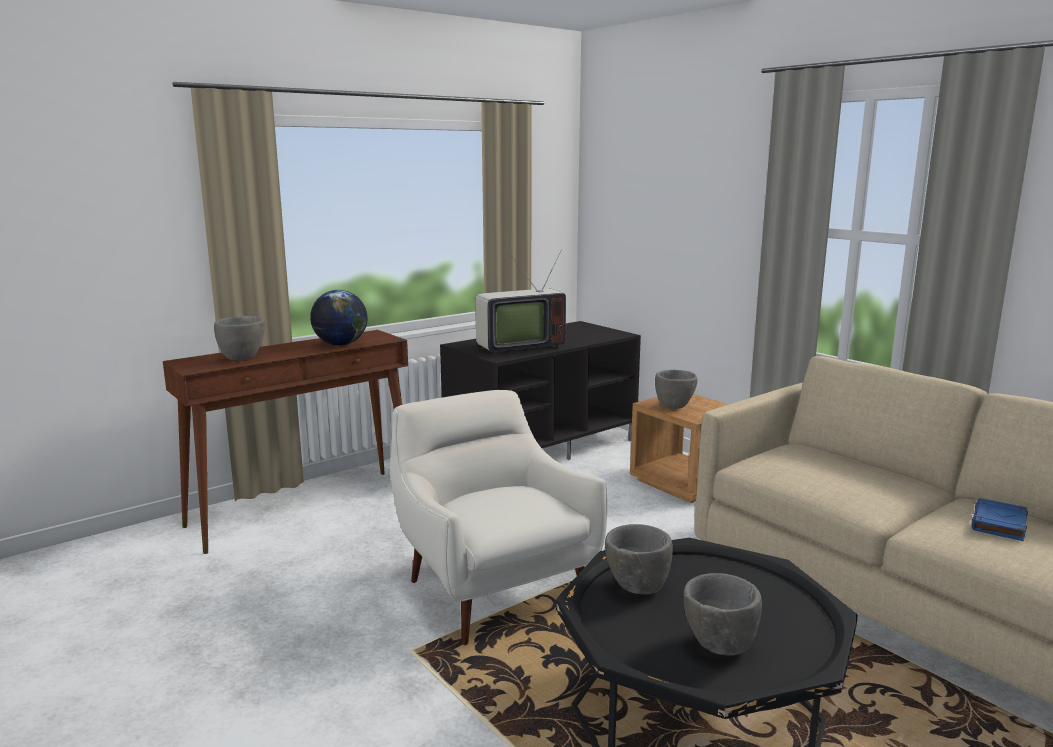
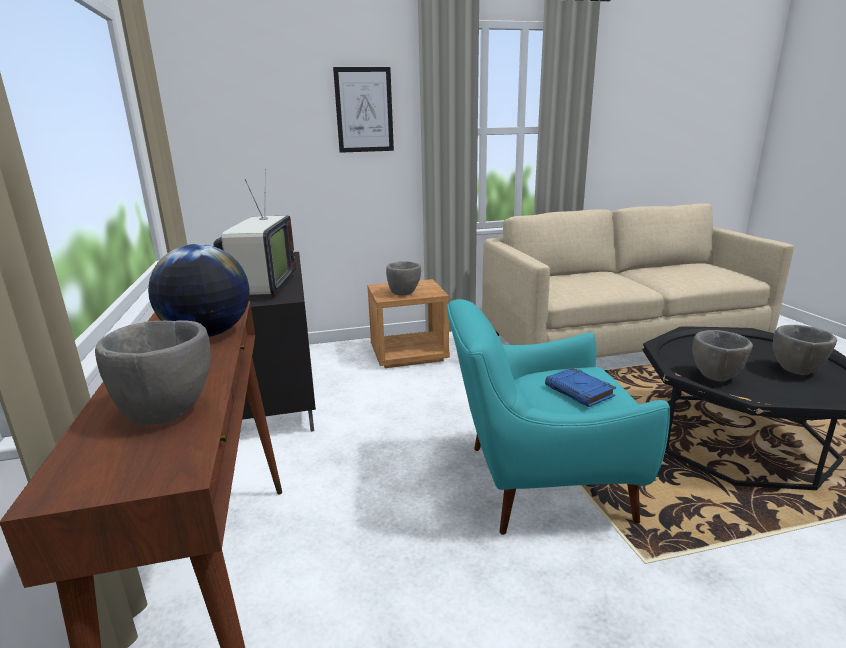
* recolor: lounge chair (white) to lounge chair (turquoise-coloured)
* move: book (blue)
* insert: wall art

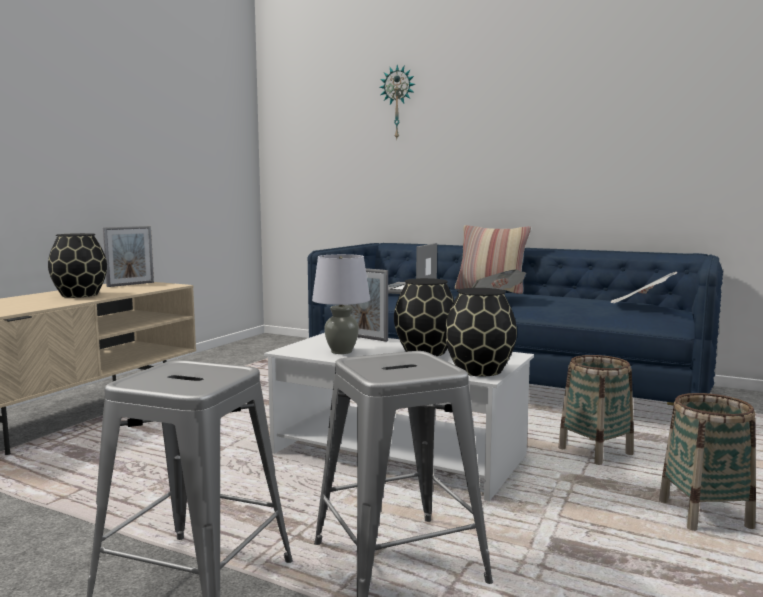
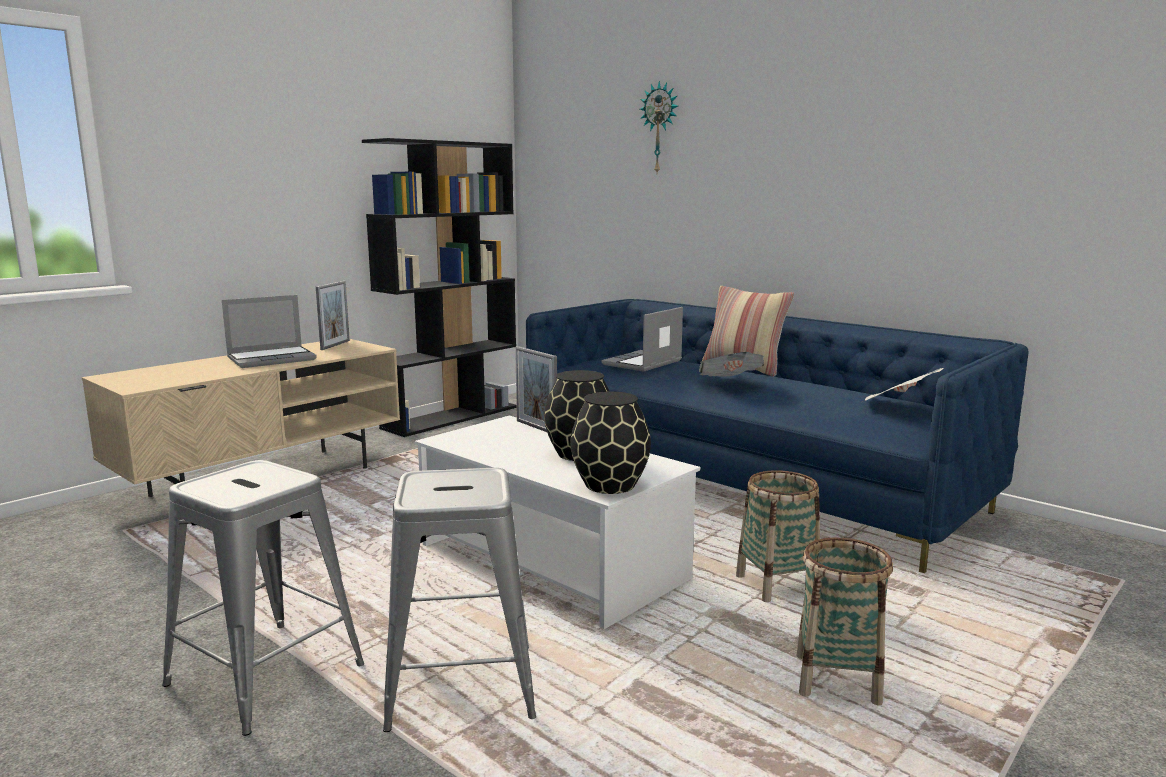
* replace: vase (blackish) (1st from left) to laptop (1st from left)
* rotate: standing frame (1st from left) 45 degrees counterclockwise
* delete: lamp for a table (greyish)
* insert: shelving unit (blackish)

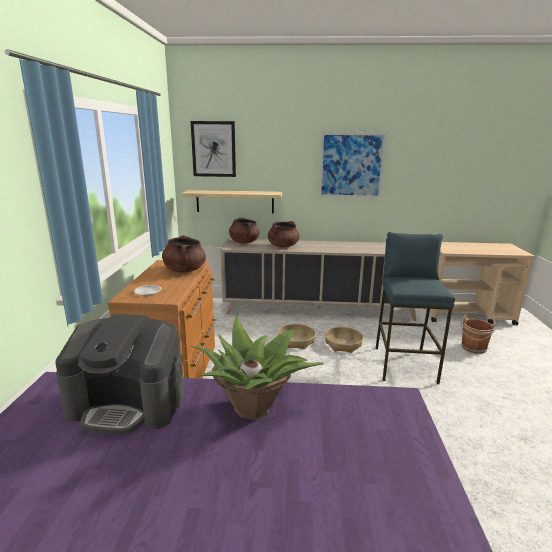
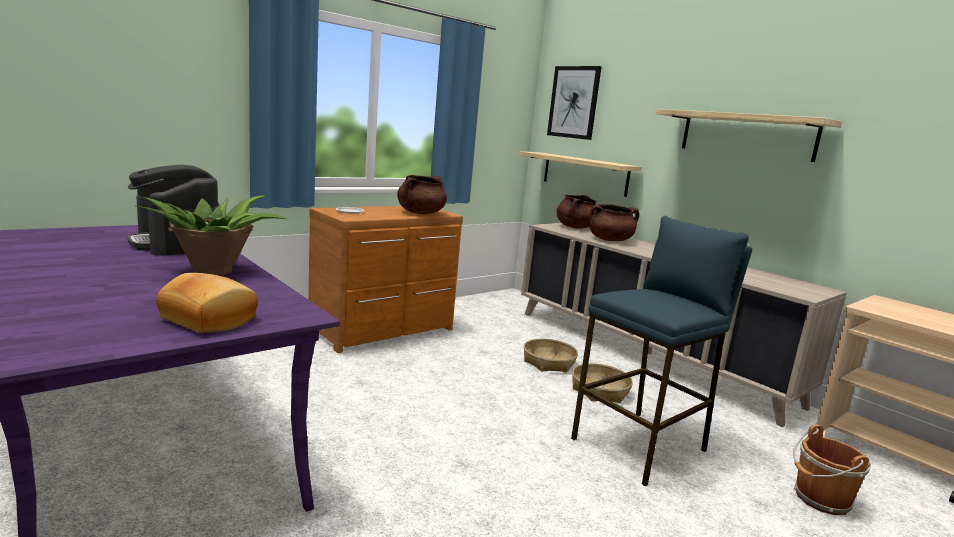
* replace: wall art (2nd from left) to bracket shelf (2nd from left)
* insert: baked bread

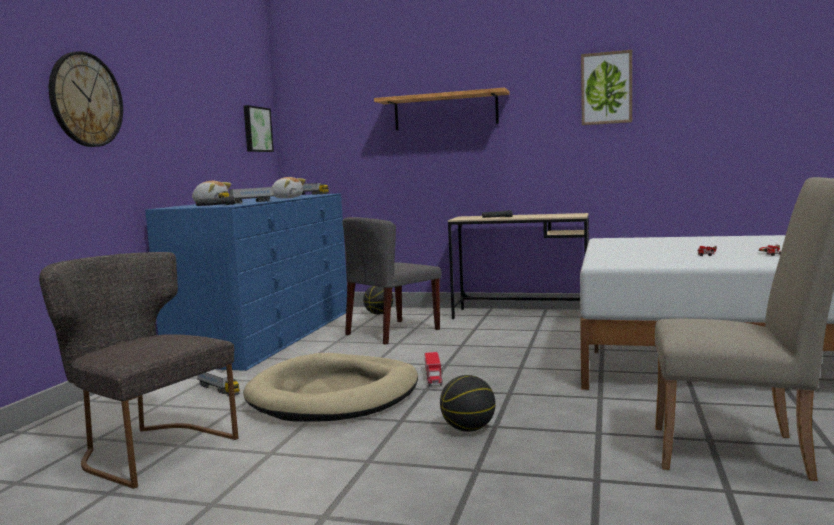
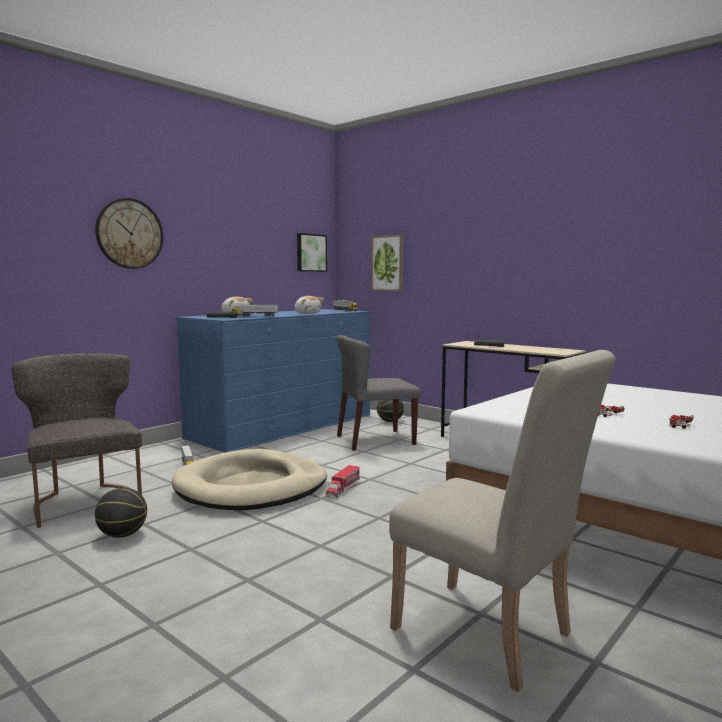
* delete: bracket shelf
* move: basketball ball (2nd from left in the first image) to basketball ball (1st from left)
* move: wall art (2nd from left)

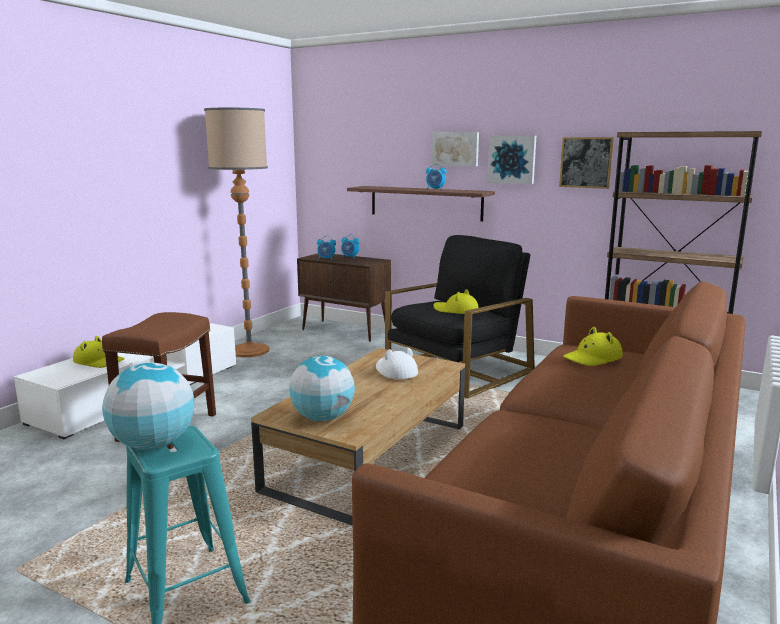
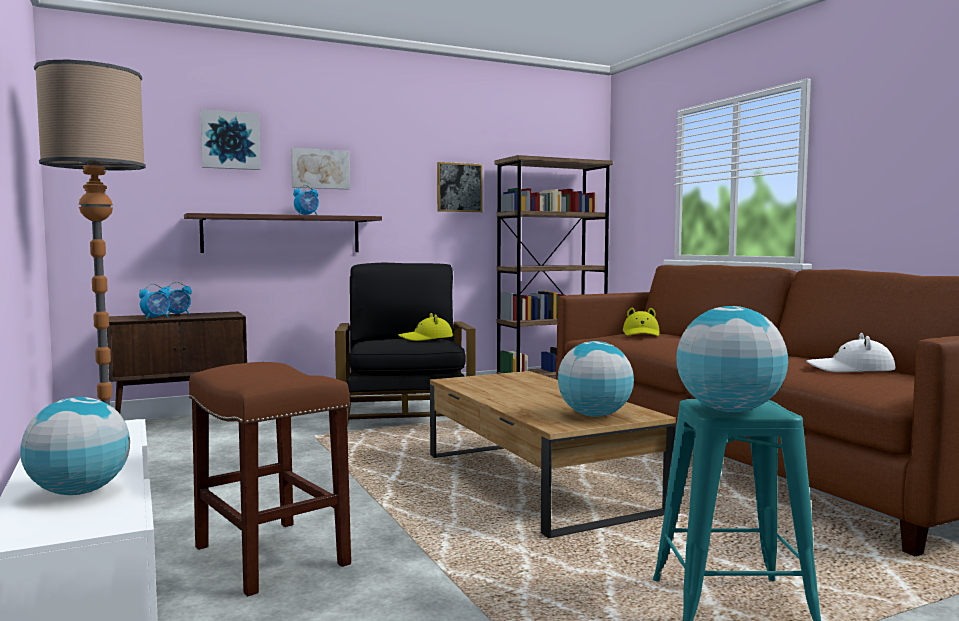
* replace: wearable hat (yellowish) (1st from left) to desk globe (1st from left)
* move: wearable hat (white)
* move: wall art (2nd from left in the first image) to wall art (1st from left)

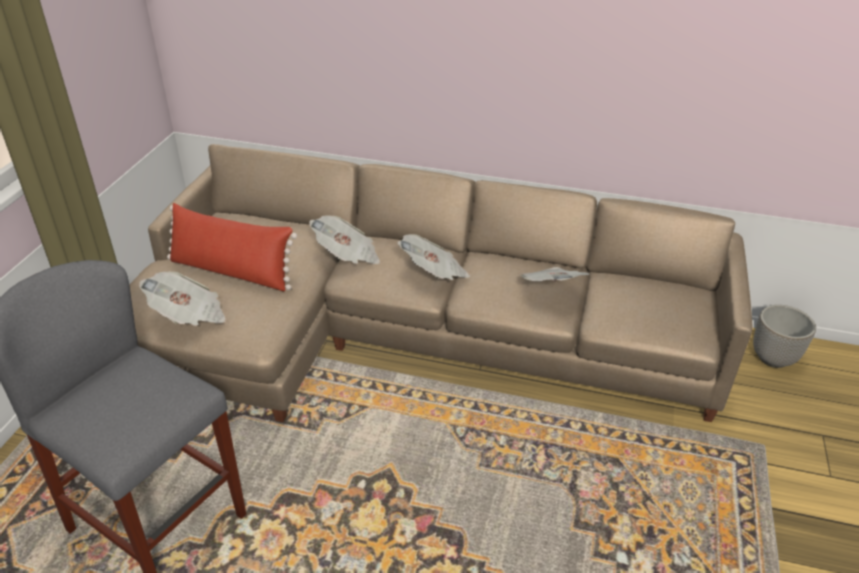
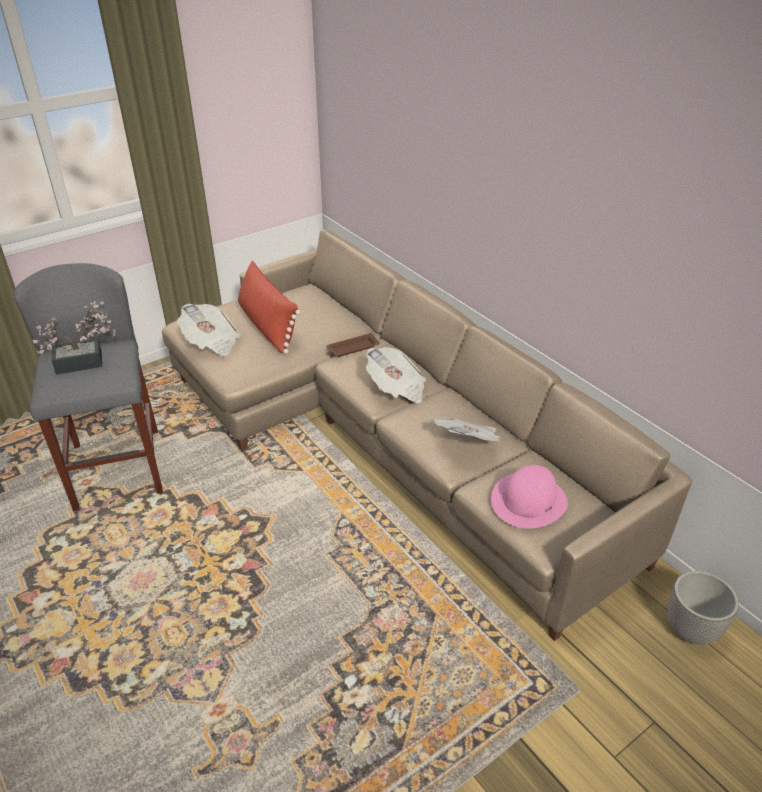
* replace: newspaper (2nd from left) to tray (brown)
* insert: potted plant
* insert: wearable hat (pink-coloured)

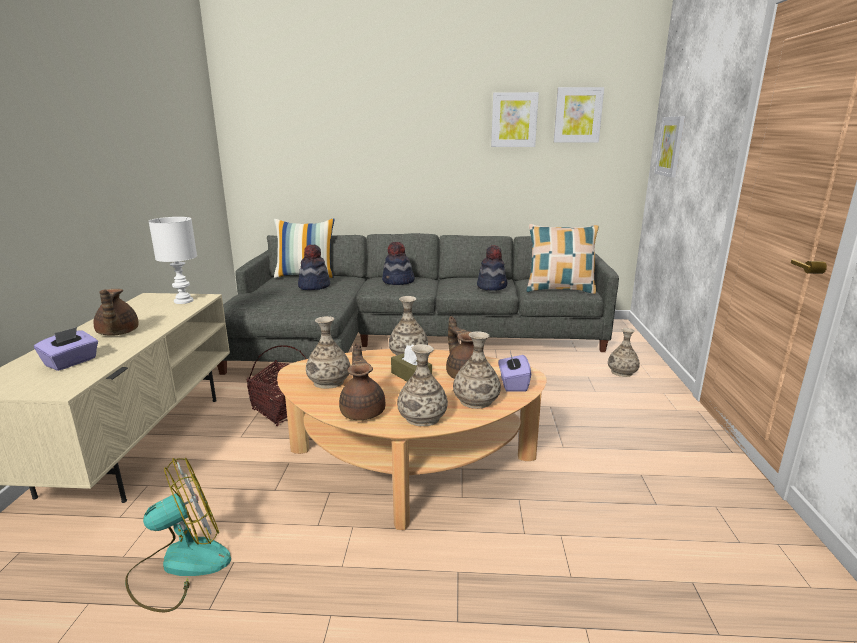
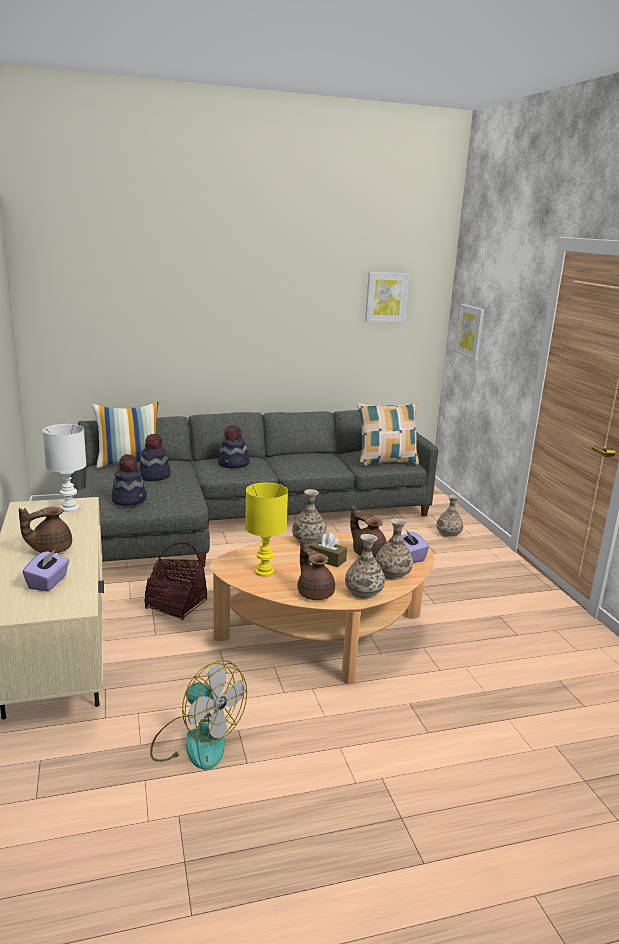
* rotate: teapot (brown) (1st from left) 90 degrees clockwise
* rotate: cooling fan 90 degrees clockwise
* replace: vase (1st from left) to lamp for a table (yellowish)
* move: wearable hat (3rd from left in the first image) to wearable hat (1st from left)
* delete: wall art (1st from left)

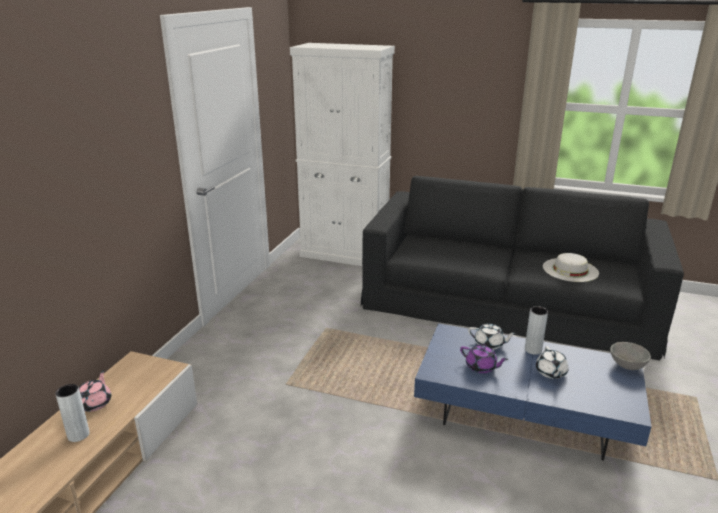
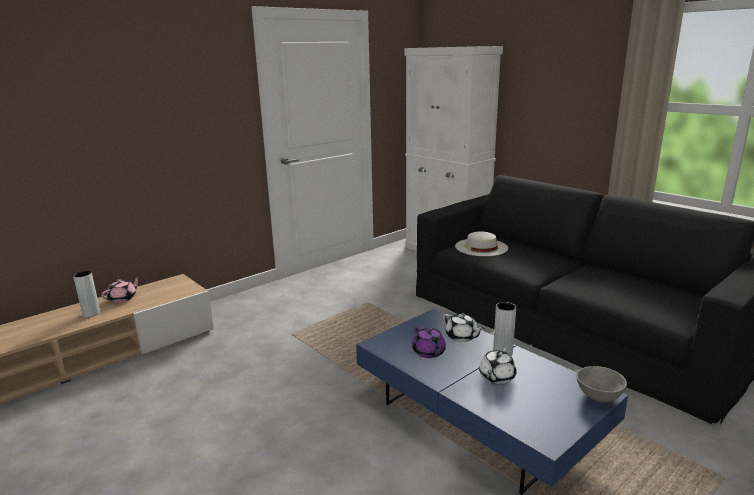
* move: wearable hat (white)

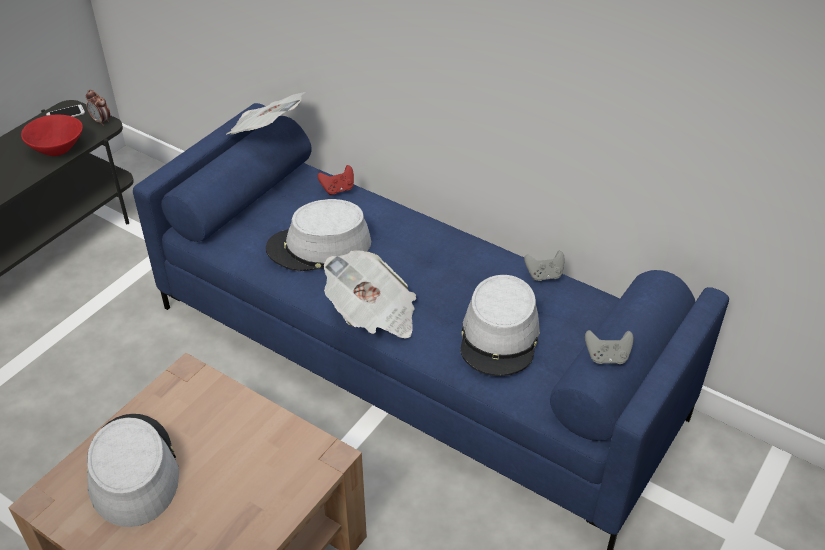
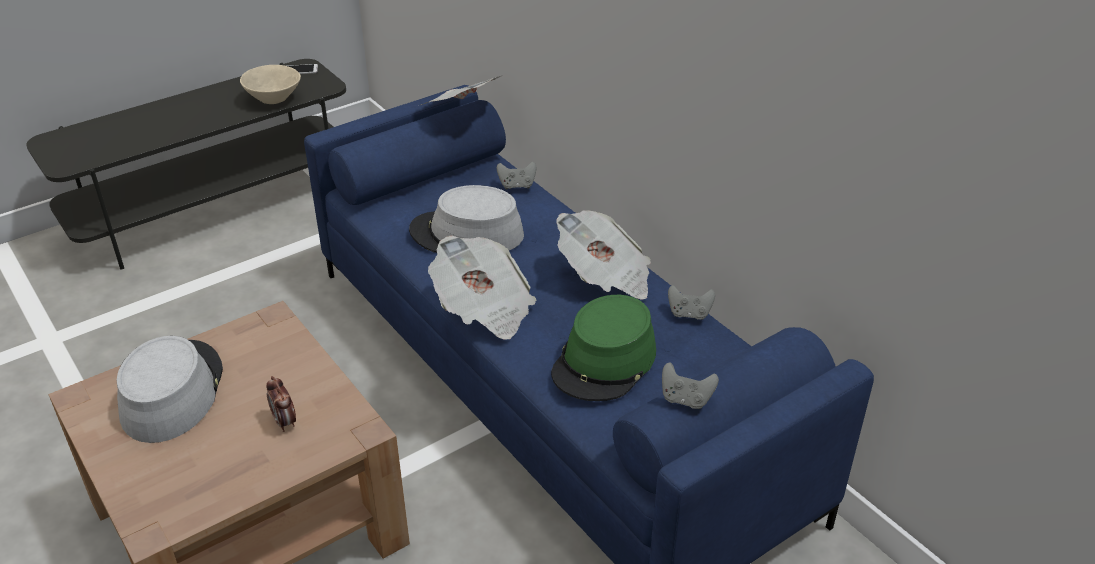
* recolor: serving bowl (red-coloured) to serving bowl (beige)
* move: bedside clock
* recolor: joypad (red-coloured) to joypad (greyish) (1st from left)
* recolor: wearable hat (greyish) (3rd from left) to wearable hat (green)
* insert: newspaper (3rd from left)

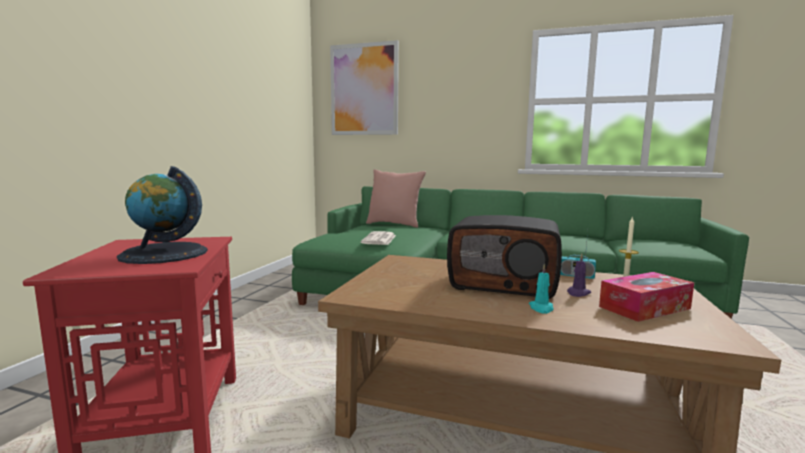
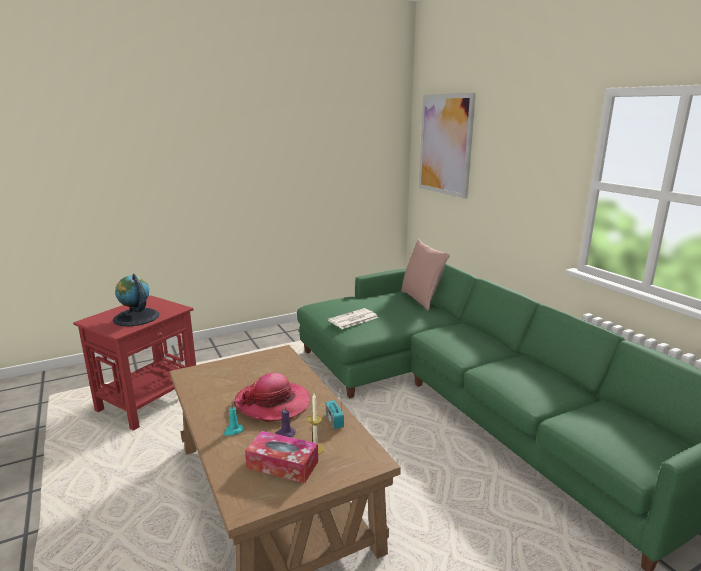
* replace: radio receiver (1st from left) to wearable hat

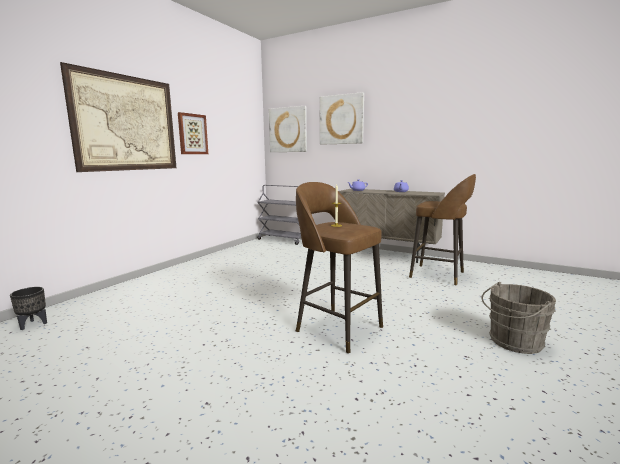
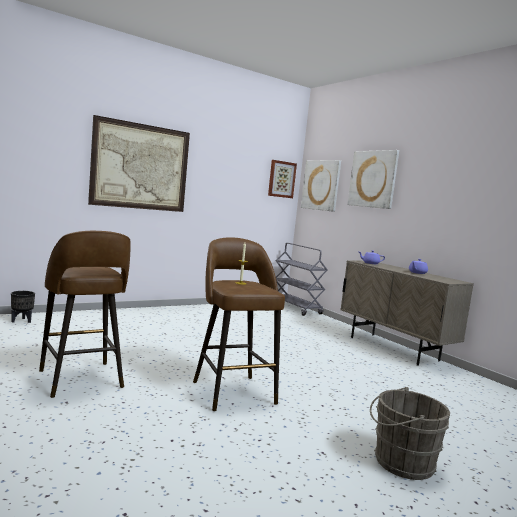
* move: wall art (2nd from left)
* move: stool (brown) (2nd from left in the first image) to stool (brown) (1st from left)

